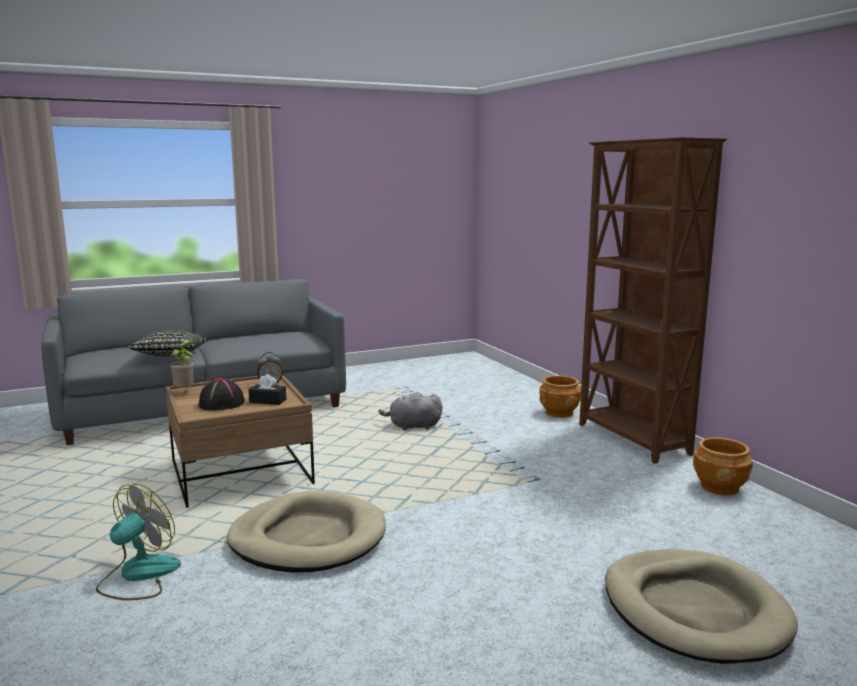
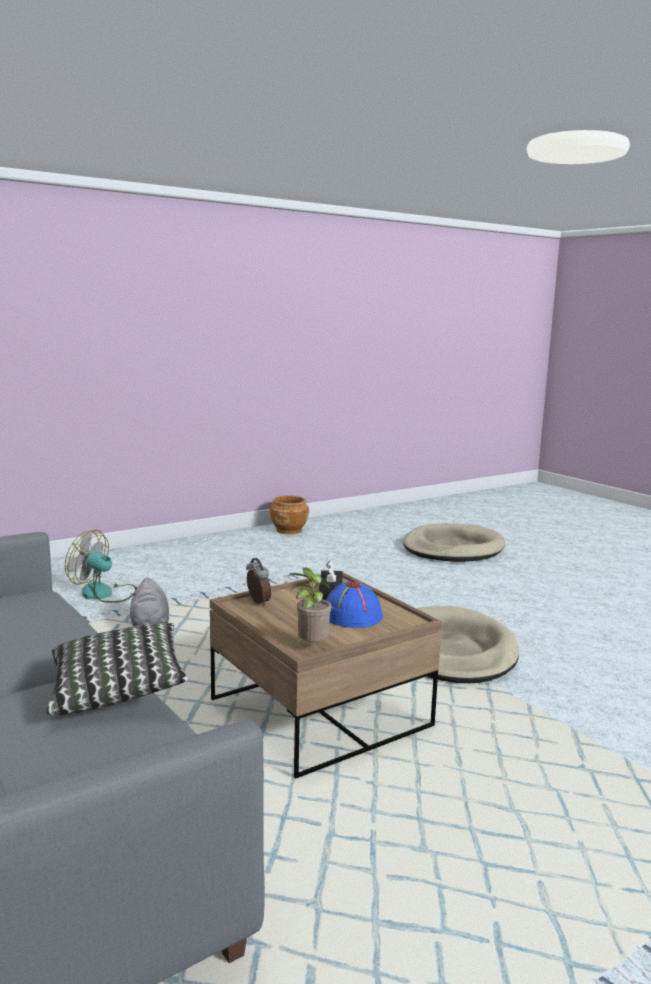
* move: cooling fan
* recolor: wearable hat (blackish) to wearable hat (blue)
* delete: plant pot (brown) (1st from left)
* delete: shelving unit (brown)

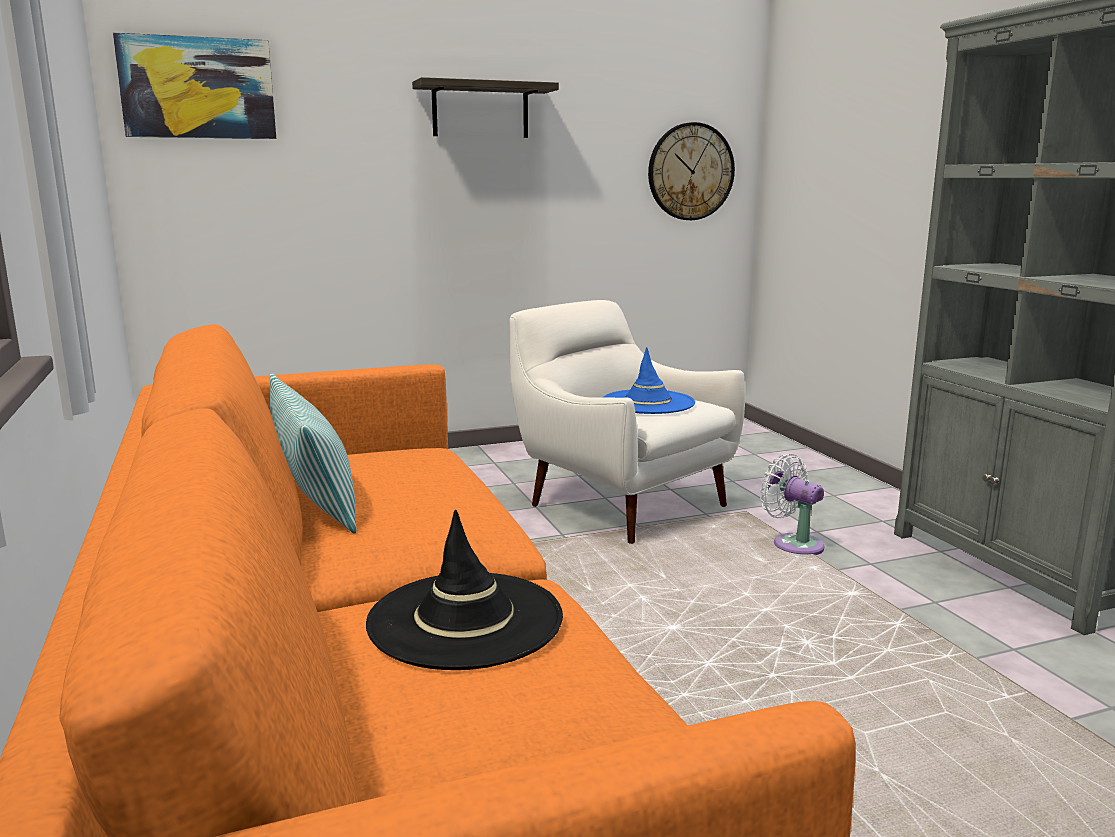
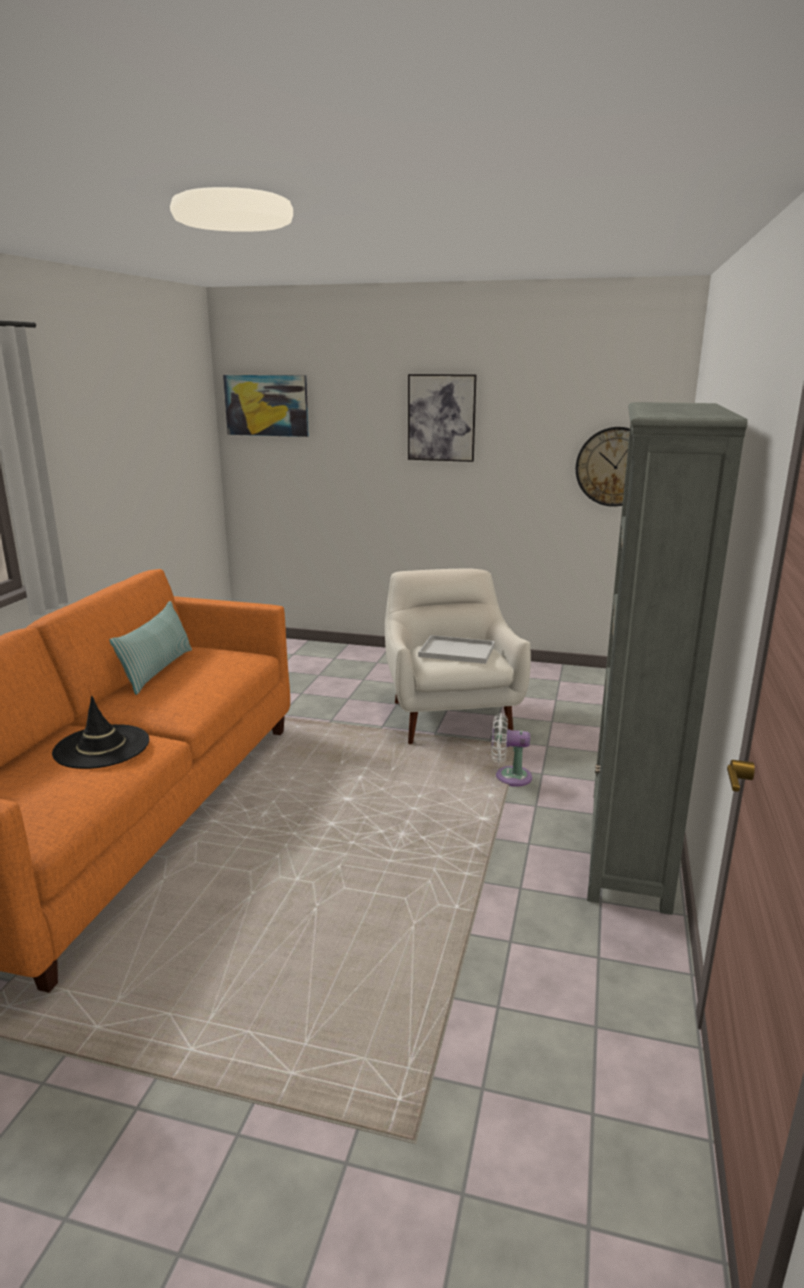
* replace: bracket shelf to wall art (2nd from left)
* replace: wearable hat (blue) to tray (white)
* rotate: cooling fan (white) 75 degrees counterclockwise

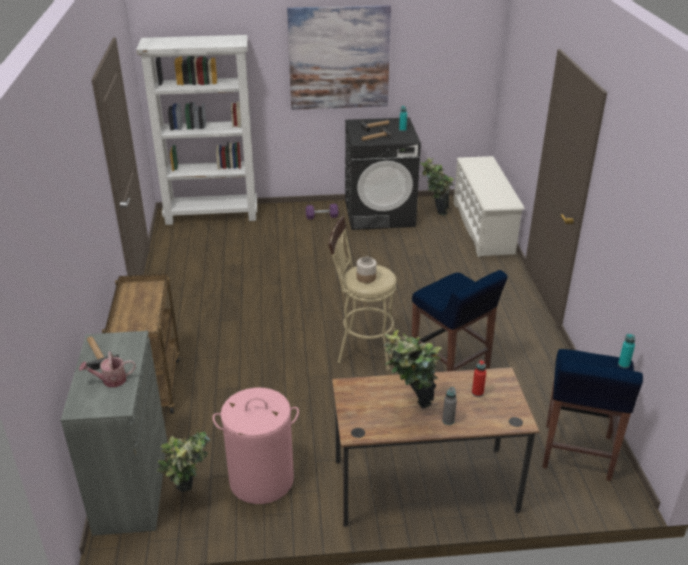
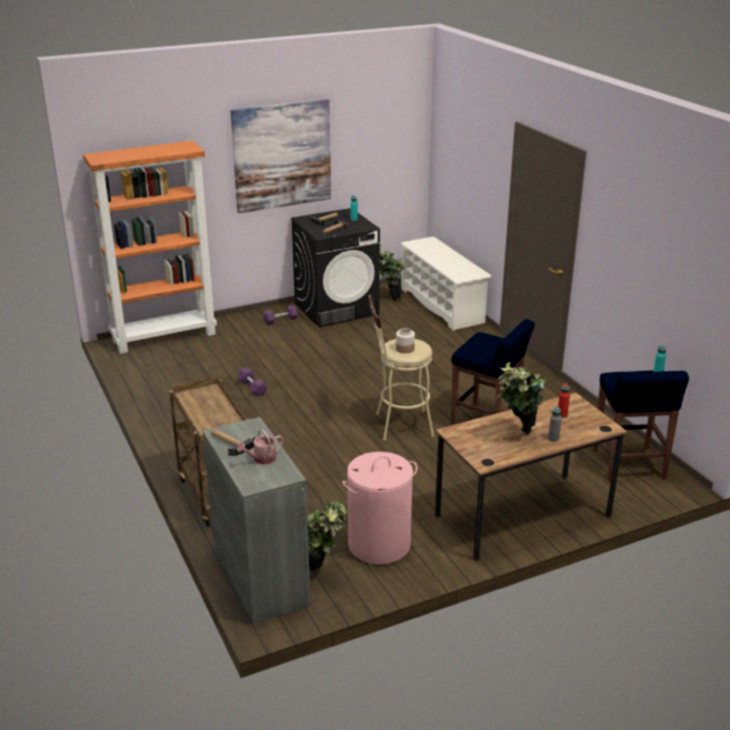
* recolor: shelving unit (white) to shelving unit (orangey)
* insert: hand weight (purplish) (1st from left)

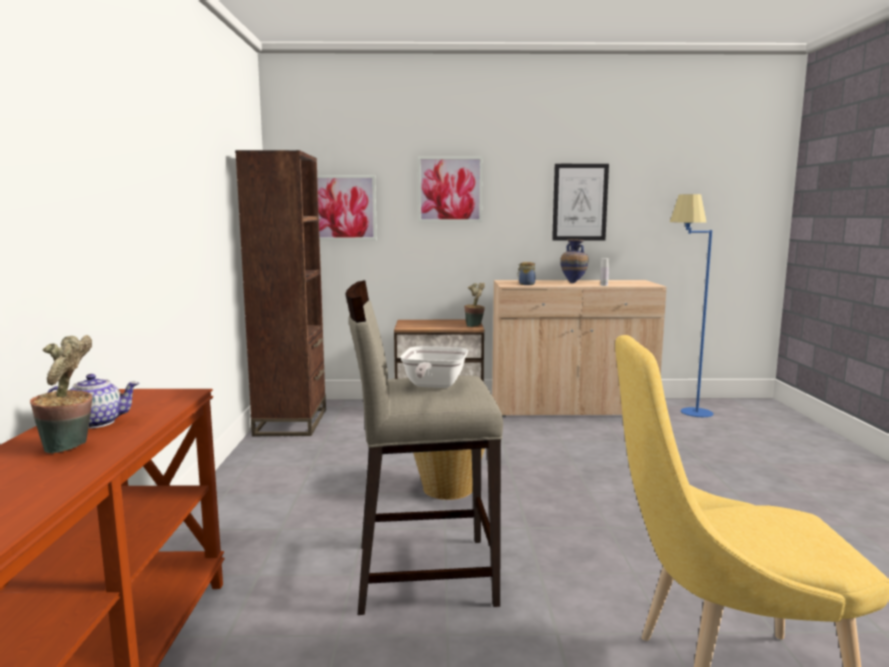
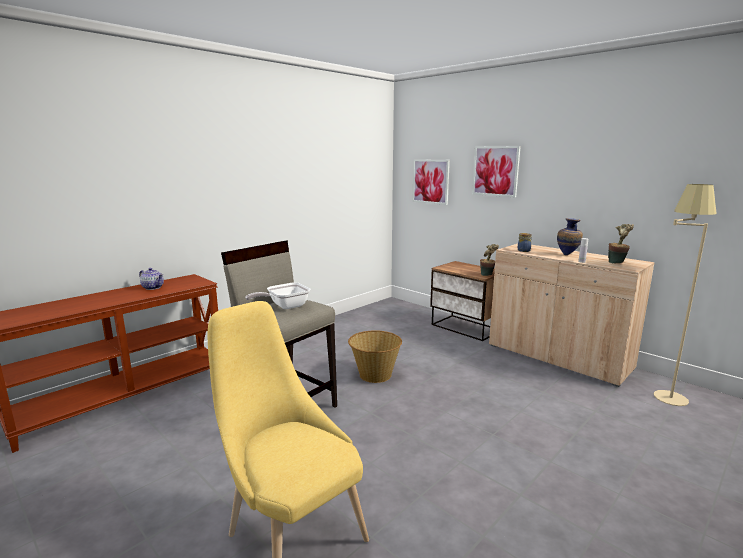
* move: potted plant (1st from left in the first image) to potted plant (2nd from left)
* delete: shelving unit (brown)
* delete: wall art (3rd from left)
* recolor: standing lamp (blue) to standing lamp (beige)

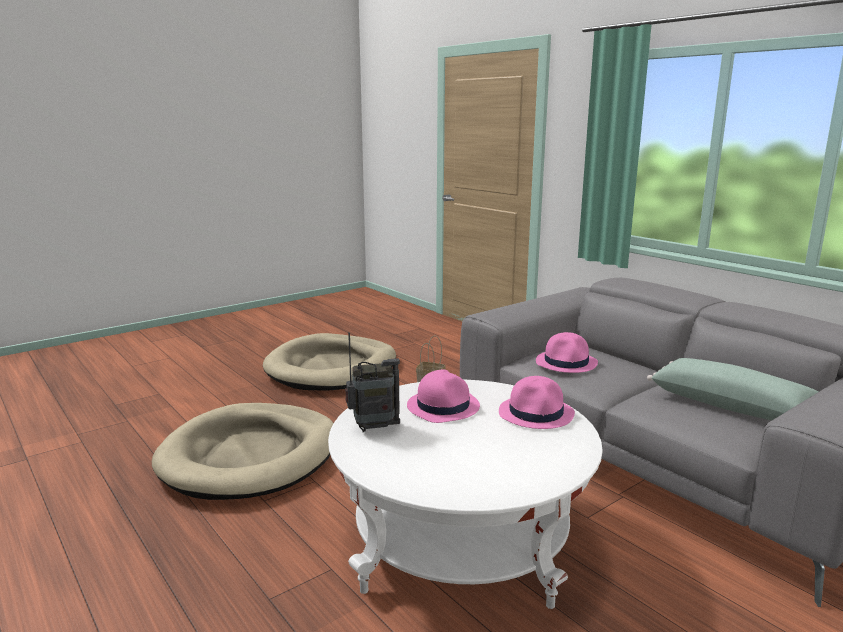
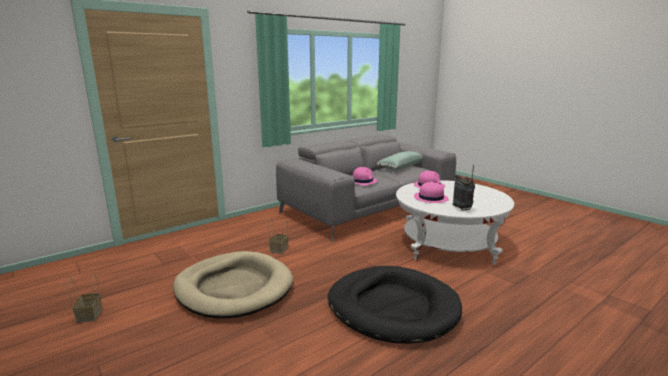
* recolor: pet bed (beige) (1st from left) to pet bed (blackish)
* insert: basket (1st from left)

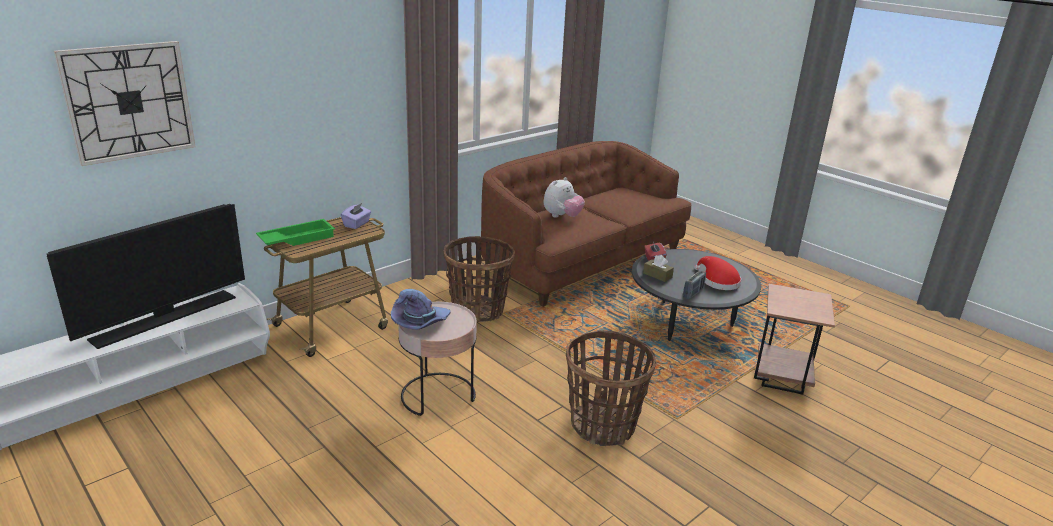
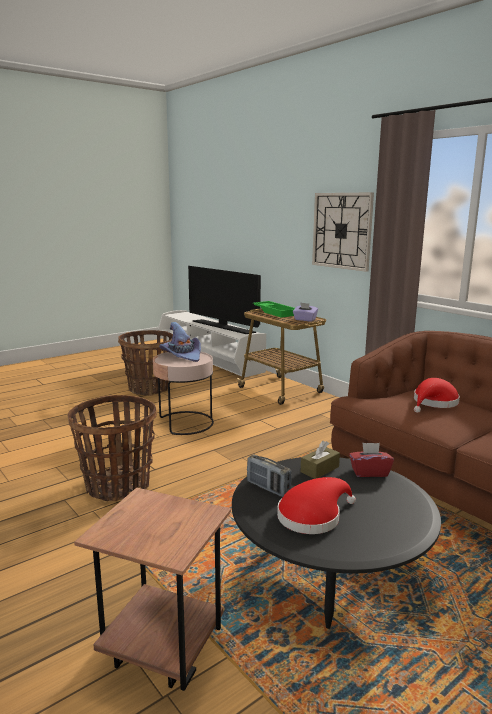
* move: wall clock
* move: basket (1st from left in the first image) to basket (2nd from left)
* replace: soft toy to wearable hat (red-coloured) (2nd from left)

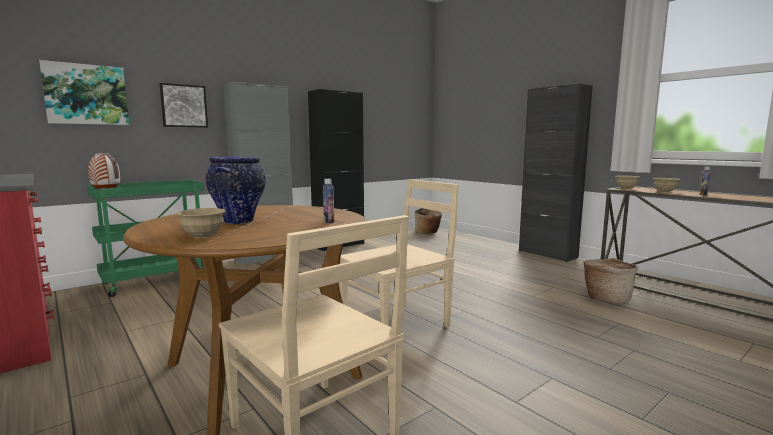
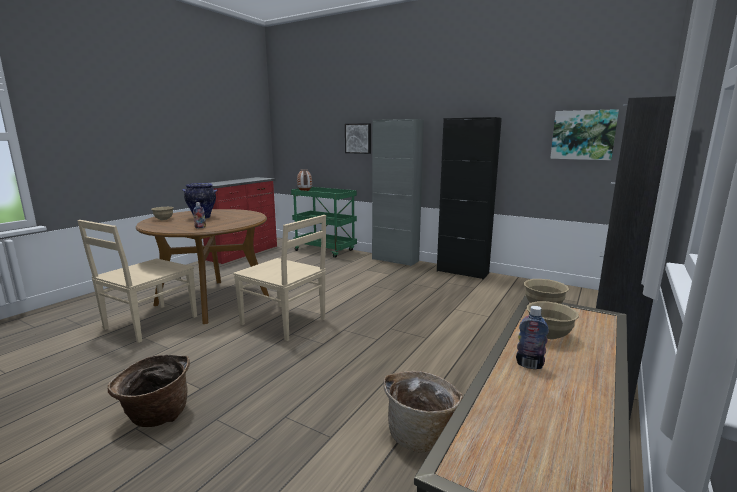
* move: wall art (1st from left in the first image) to wall art (2nd from left)
* move: basket (1st from left)

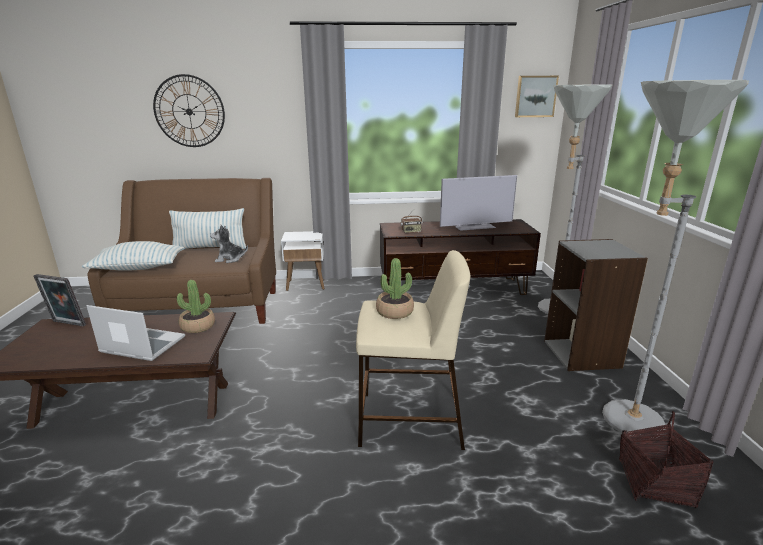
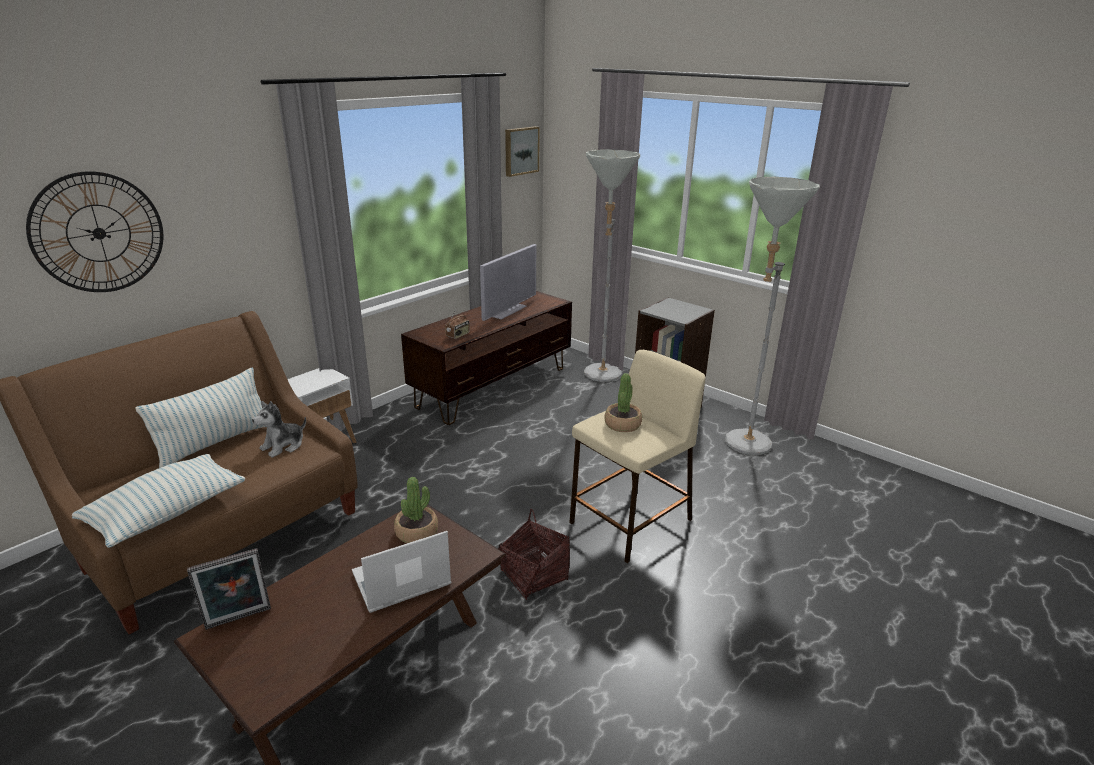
* move: basket

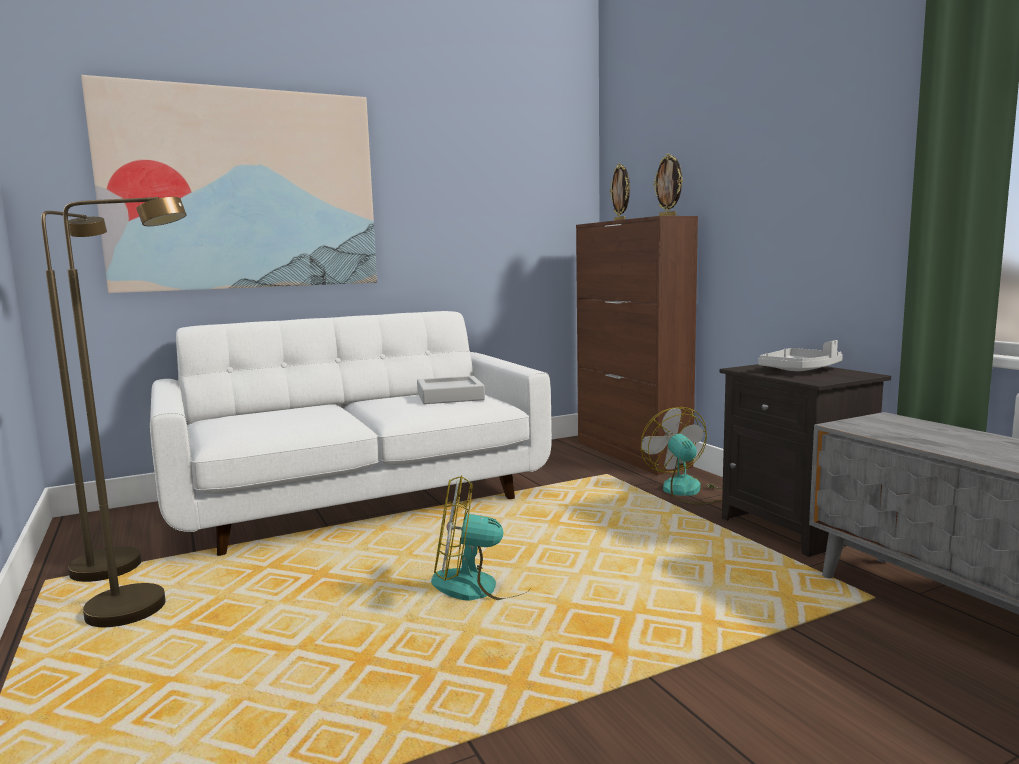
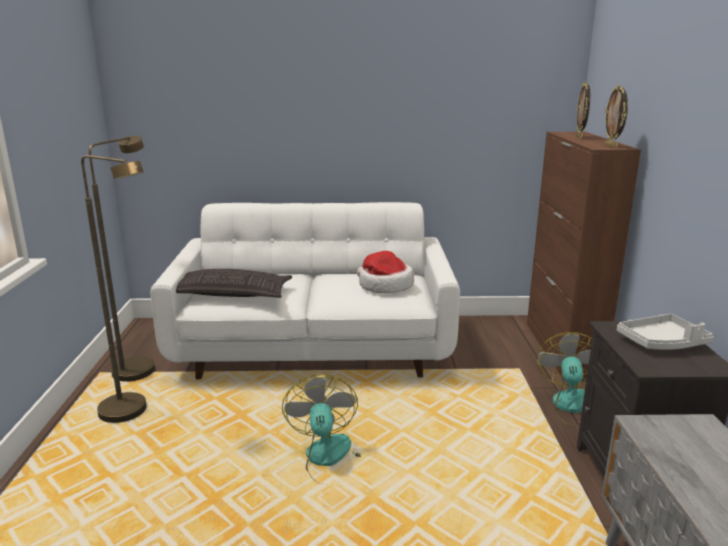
* delete: wall art
* replace: tray (greyish) (1st from left) to wearable hat
* rotate: cooling fan (1st from left) 60 degrees clockwise
* insert: cushion

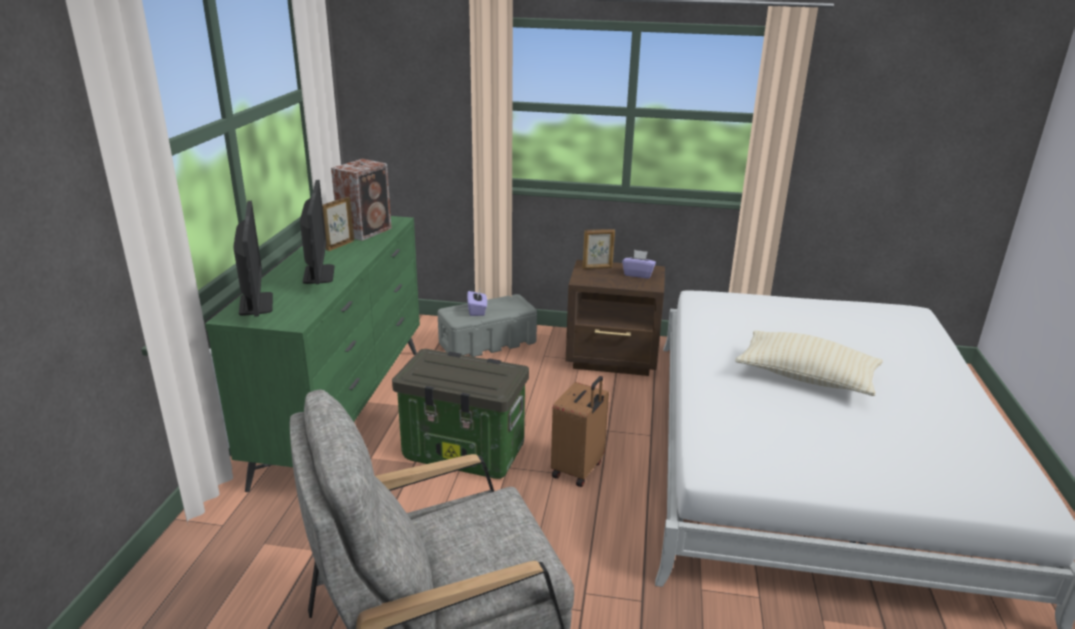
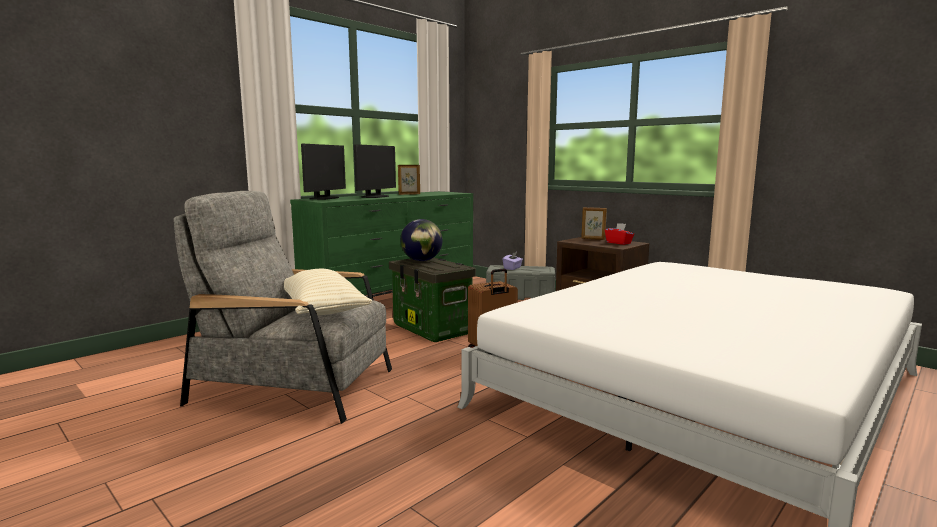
* delete: speaker
* recolor: tissue holder (purplish) (2nd from left) to tissue holder (red-coloured)
* move: cushion (beige)
* insert: desk globe

